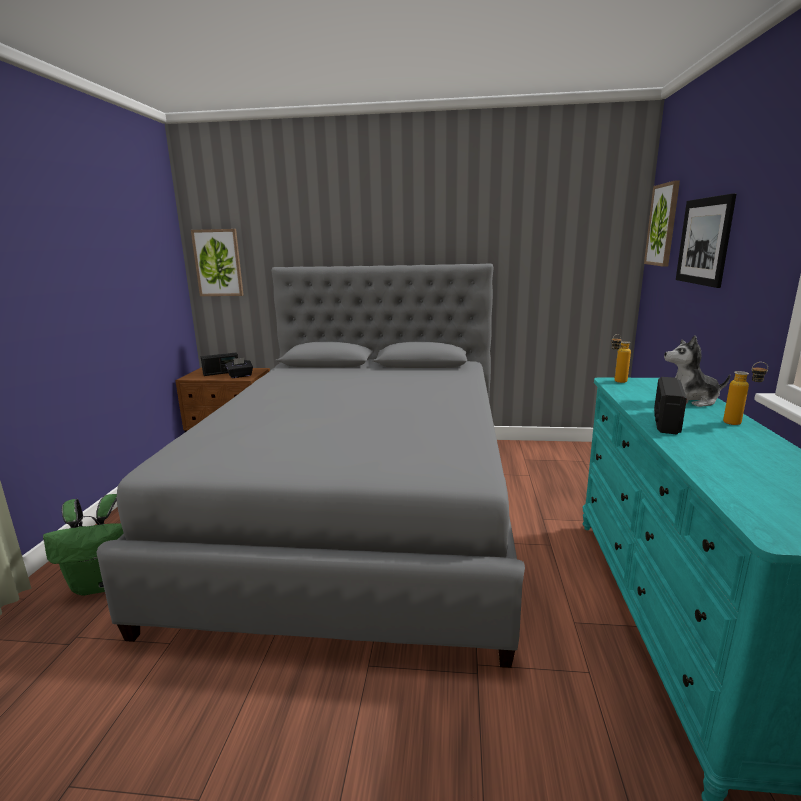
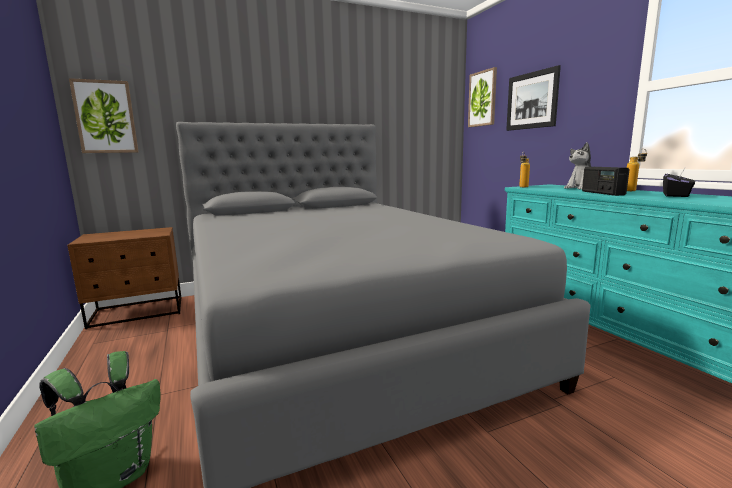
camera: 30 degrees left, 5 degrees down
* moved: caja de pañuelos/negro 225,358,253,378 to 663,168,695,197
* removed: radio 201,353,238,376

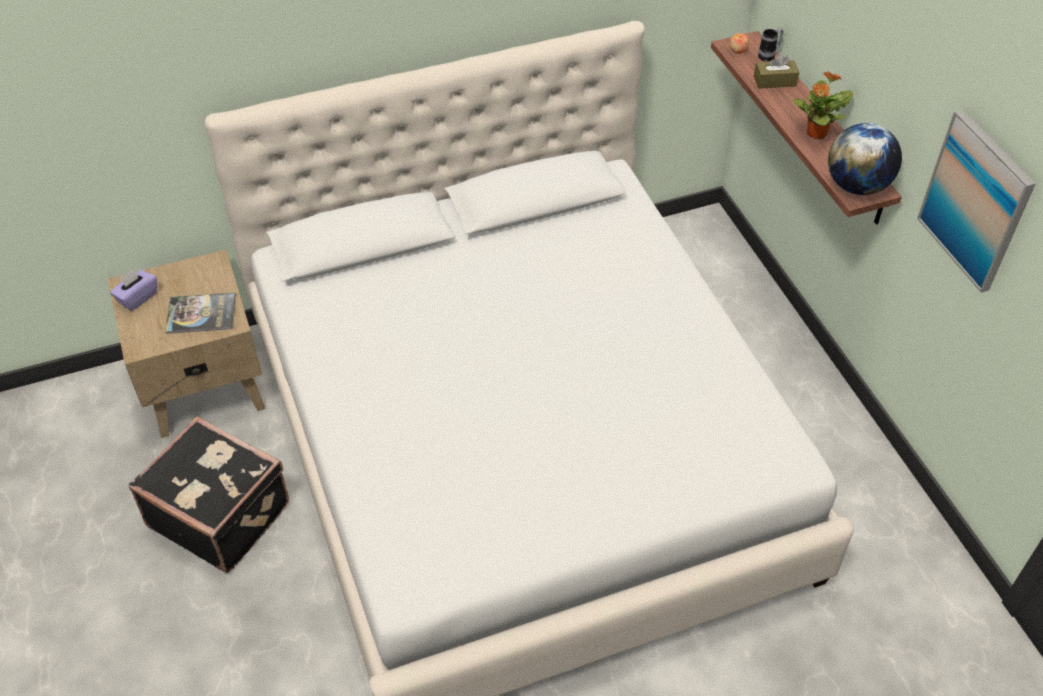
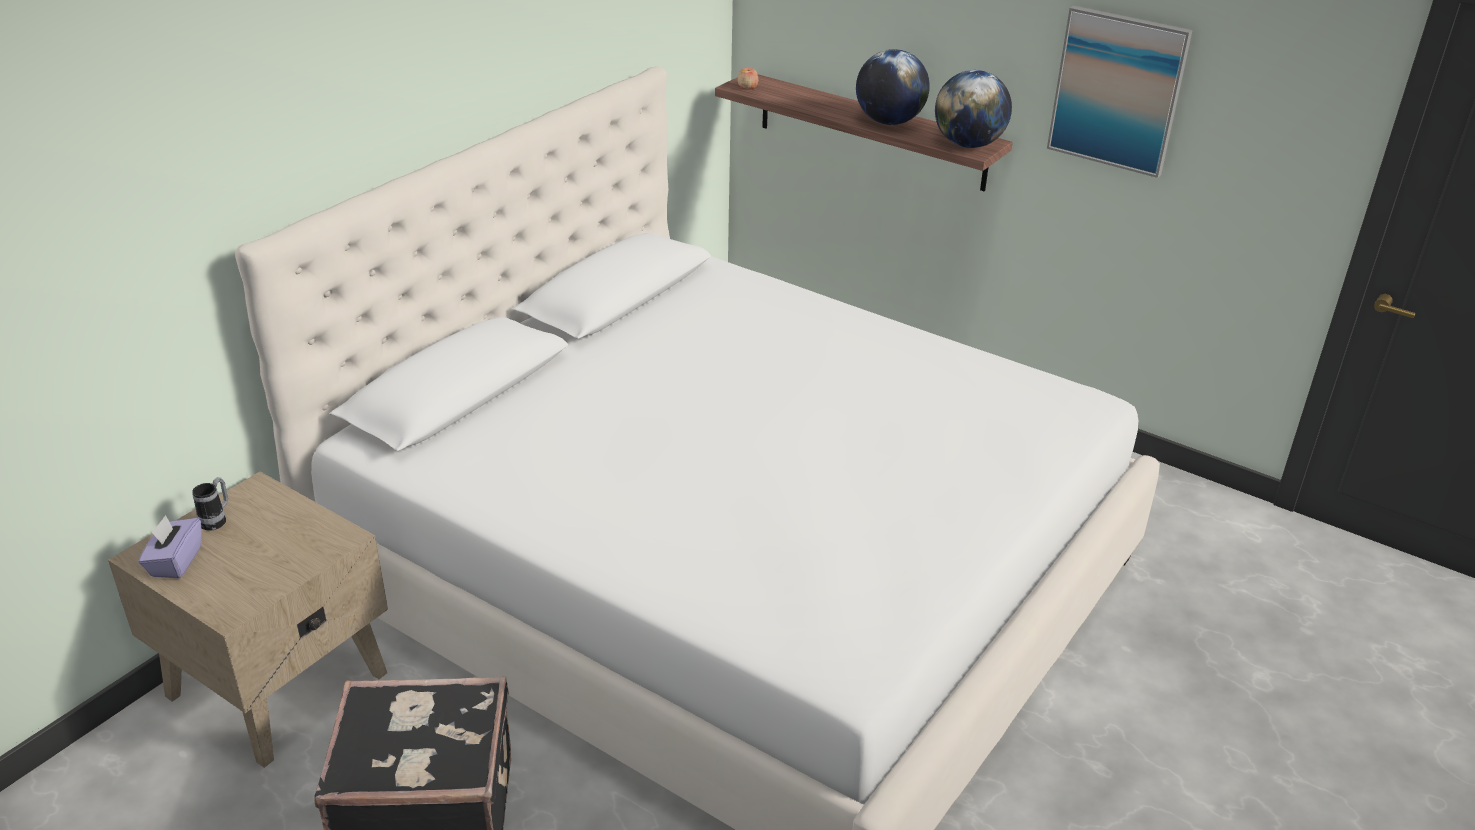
camera: 35 degrees left, 15 degrees down
* moved: taza grande 758,28,784,62 to 192,477,228,531
* replaced: planta en maceta 794,71,853,139 to globo terráqueo 856,49,930,125
* removed: libro 165,293,236,334
* removed: caja de pañuelos/marrón 754,54,799,89

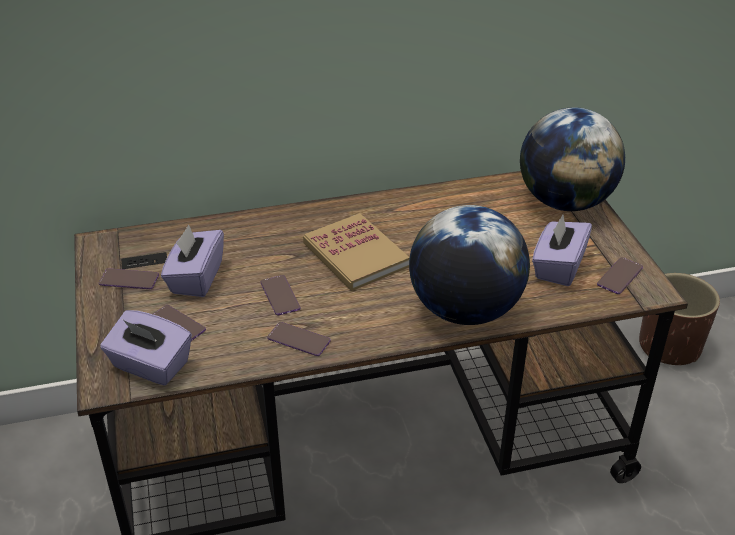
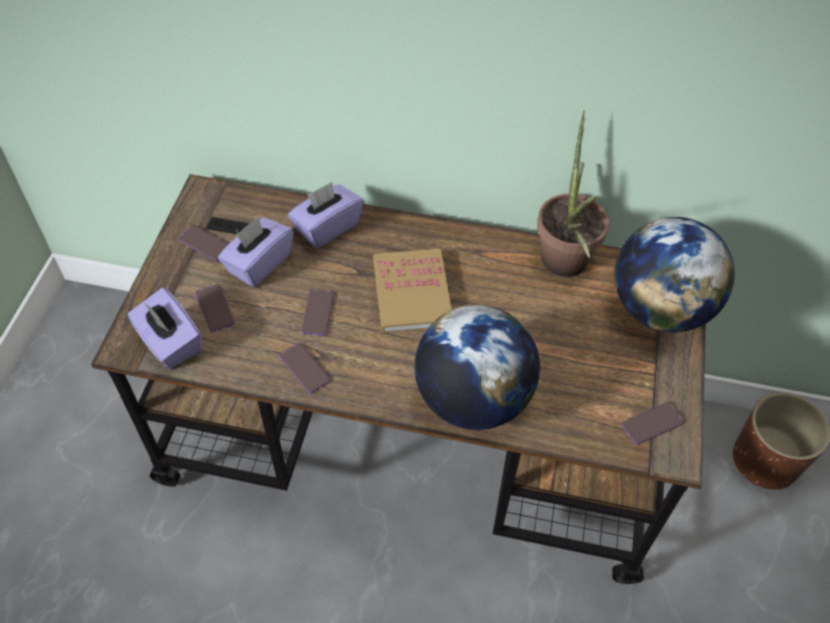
camera: 25 degrees right, 15 degrees up
* moved: caja de pañuelos/morado 532,214,592,286 to 288,182,364,248
* added: planta en maceta 537,110,609,277

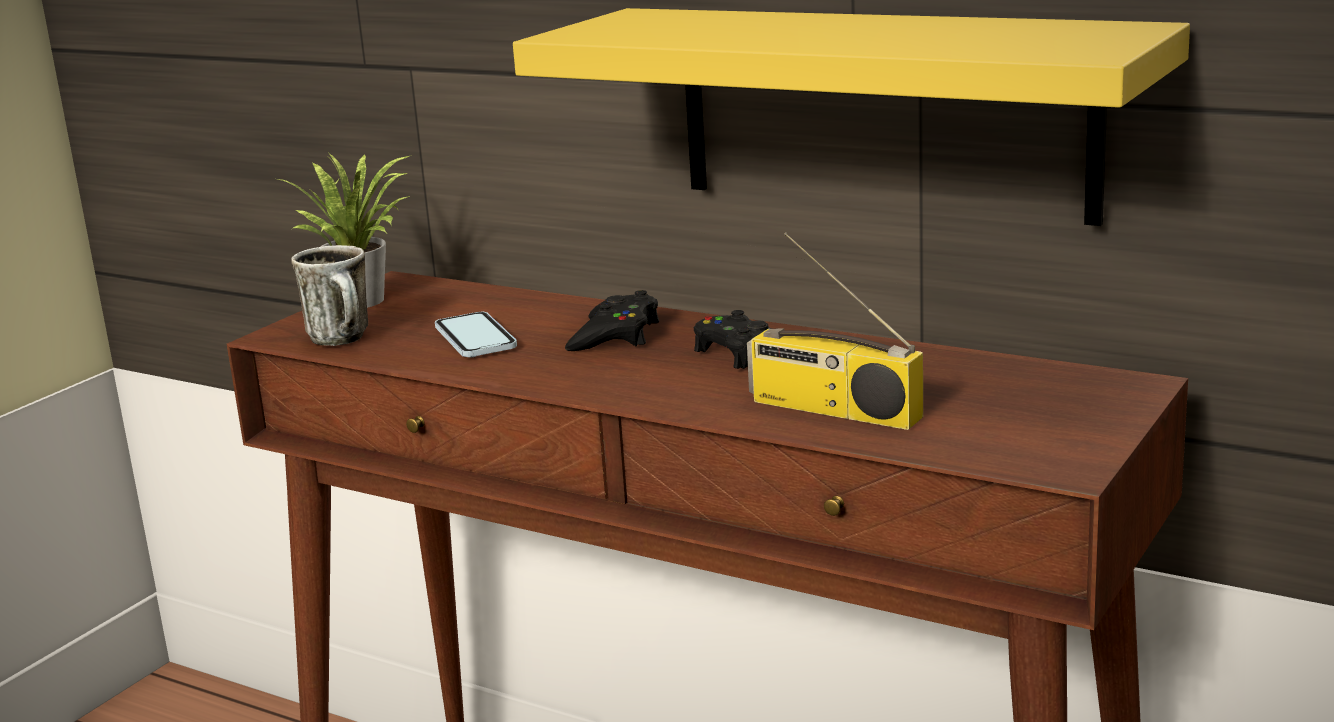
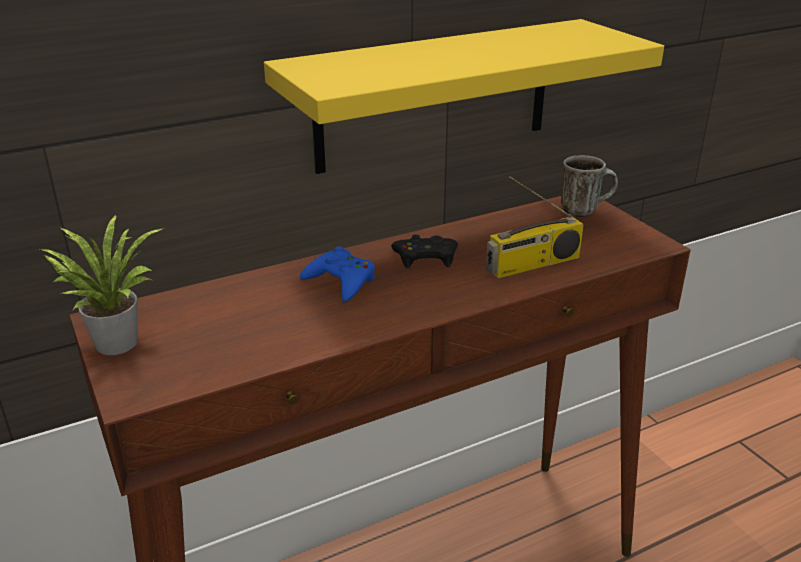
camera: 60 degrees left, 10 degrees up
* recoloured: mando de consola/negro 565,290,659,351 to mando de consola/azul 300,247,375,302
* moved: taza grande 291,245,368,346 to 561,155,618,217
* removed: móvil 435,312,517,358

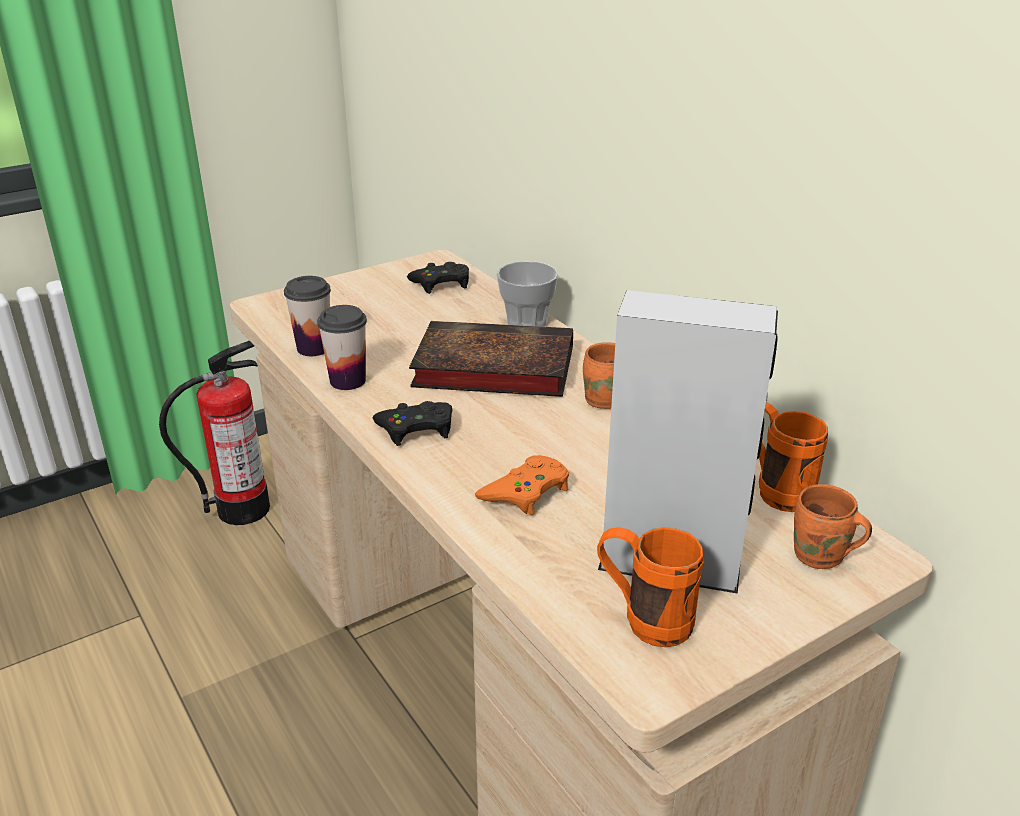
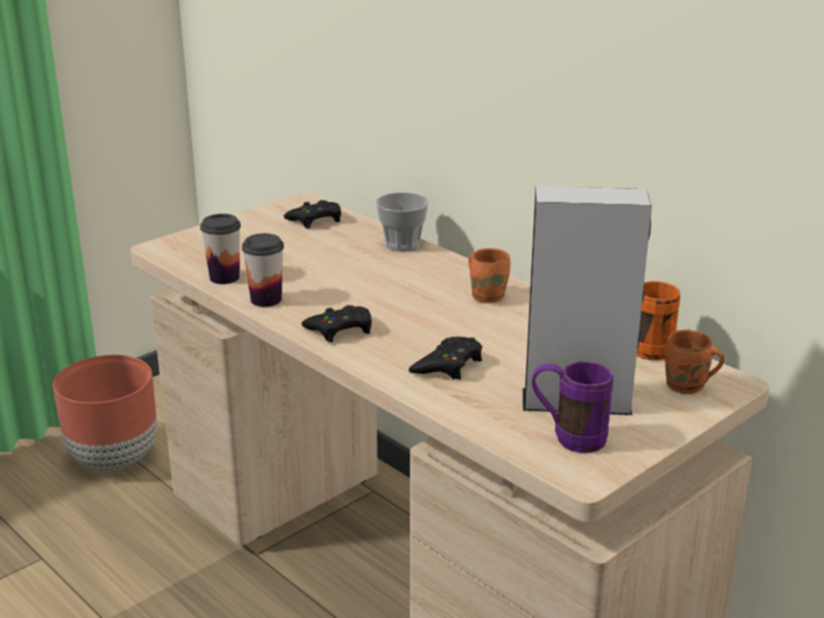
camera: 10 degrees left, 5 degrees down
* replaced: extintor 159,341,270,525 to maceta/marrón 53,355,157,471
* recoloured: mando de consola/naranja 475,455,569,515 to mando de consola/negro 409,337,482,380
* recoloured: taza grande/naranja 597,527,703,647 to taza grande/morado 532,362,613,453
* removed: libro 409,321,573,397

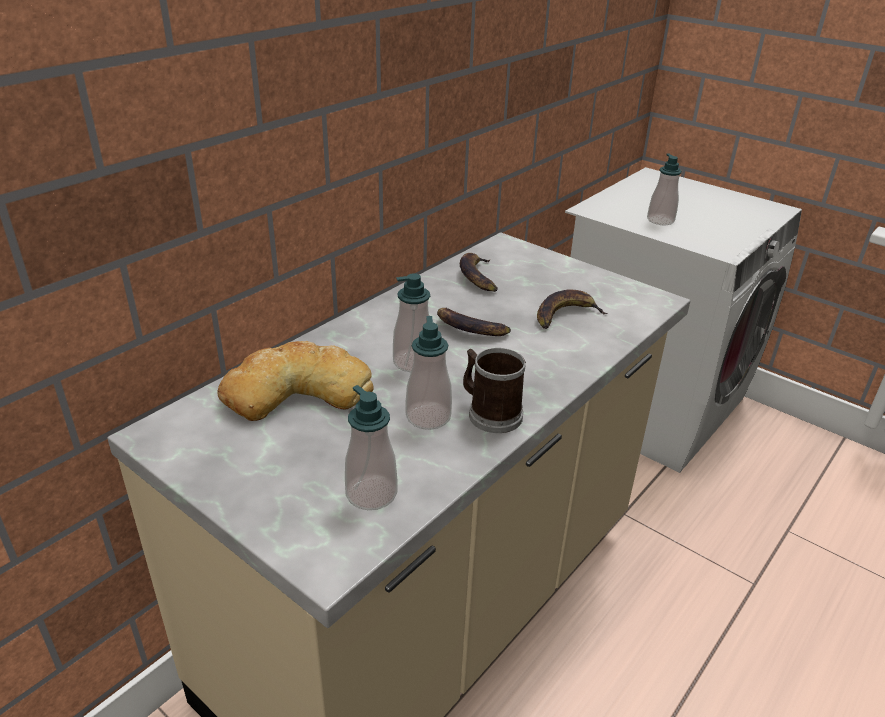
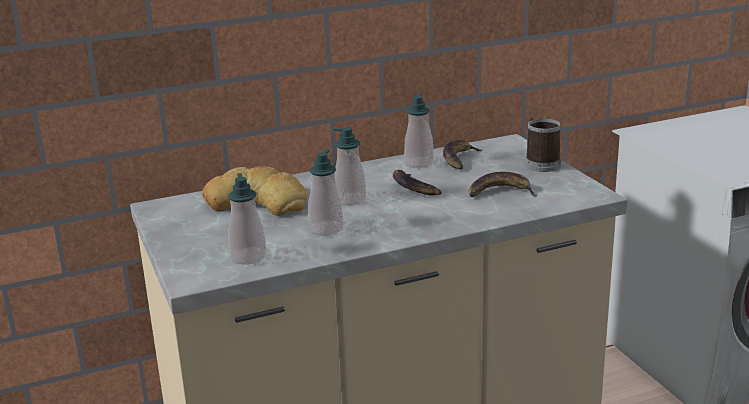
camera: 30 degrees right, 10 degrees down
* moved: dispensador de jabón 647,154,682,225 to 404,93,434,168
* moved: taza grande 463,348,526,433 to 525,118,561,172

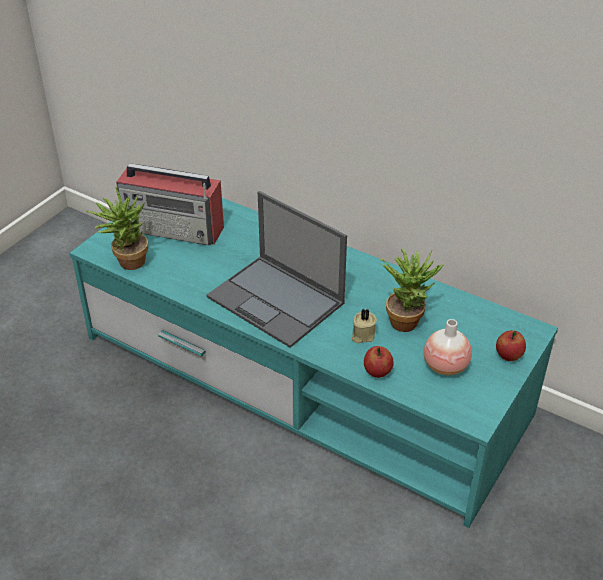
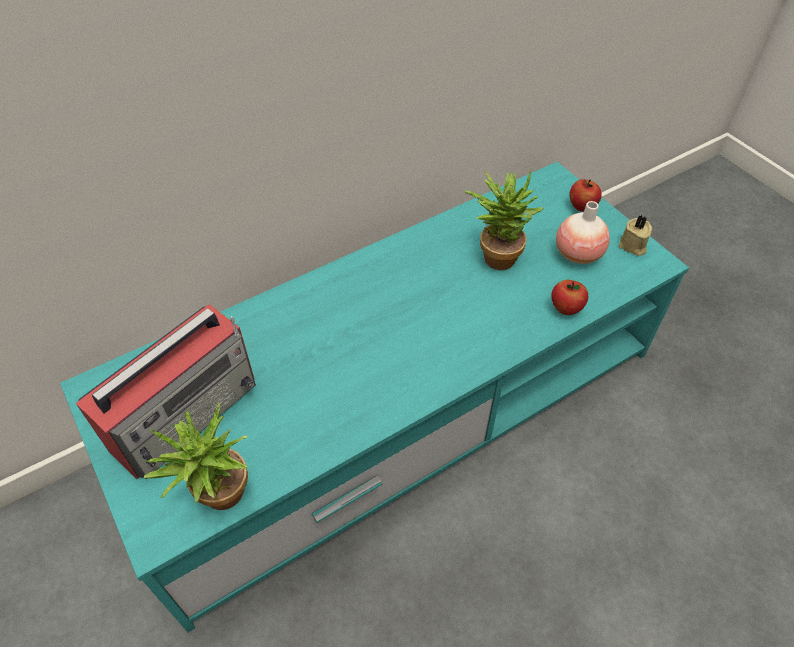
camera: 65 degrees left, 10 degrees up
* moved: vela/beis 352,308,377,344 to 619,215,652,256
* removed: portátil 207,191,347,348

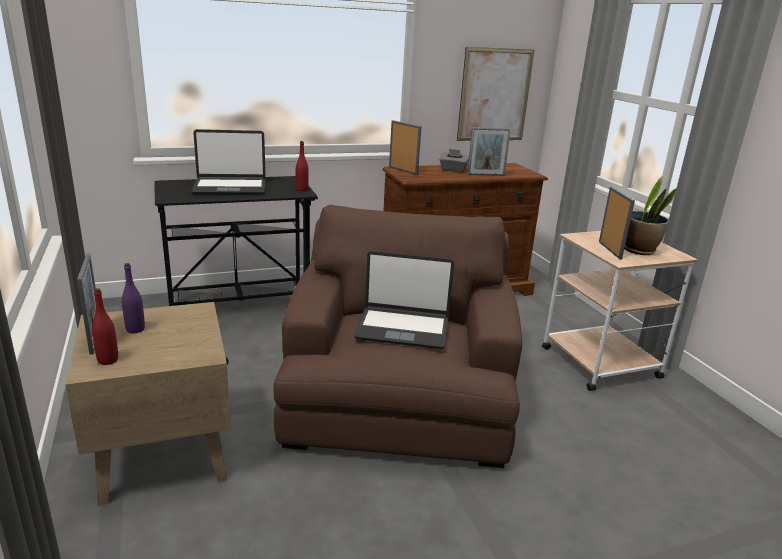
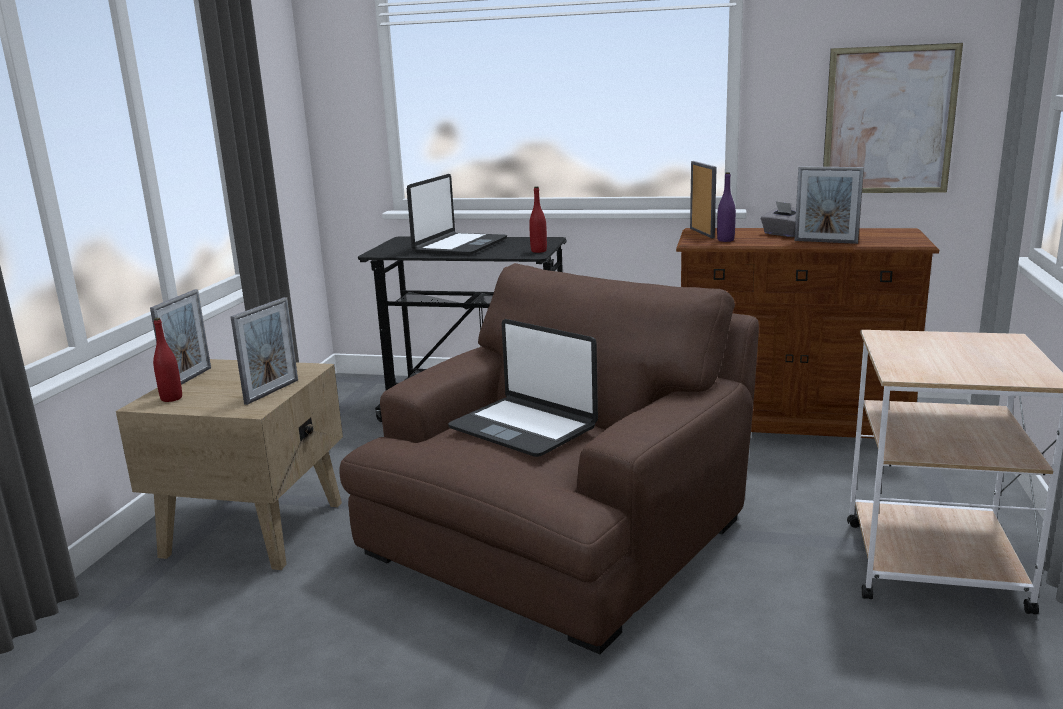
camera: 35 degrees right, 5 degrees down
* moved: portarretratos 599,187,635,259 to 230,297,298,405
* turned: portátil 191,129,266,195 = 407,174,507,255 90 degrees counterclockwise
* moved: botella/morado 122,263,145,333 to 717,172,736,242
* removed: planta en maceta 624,177,677,255

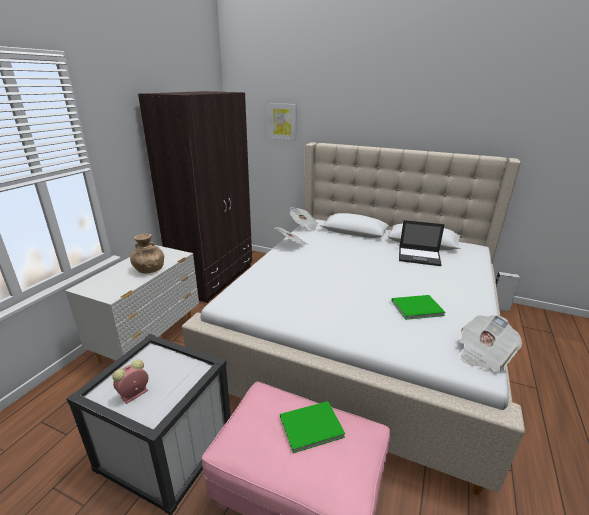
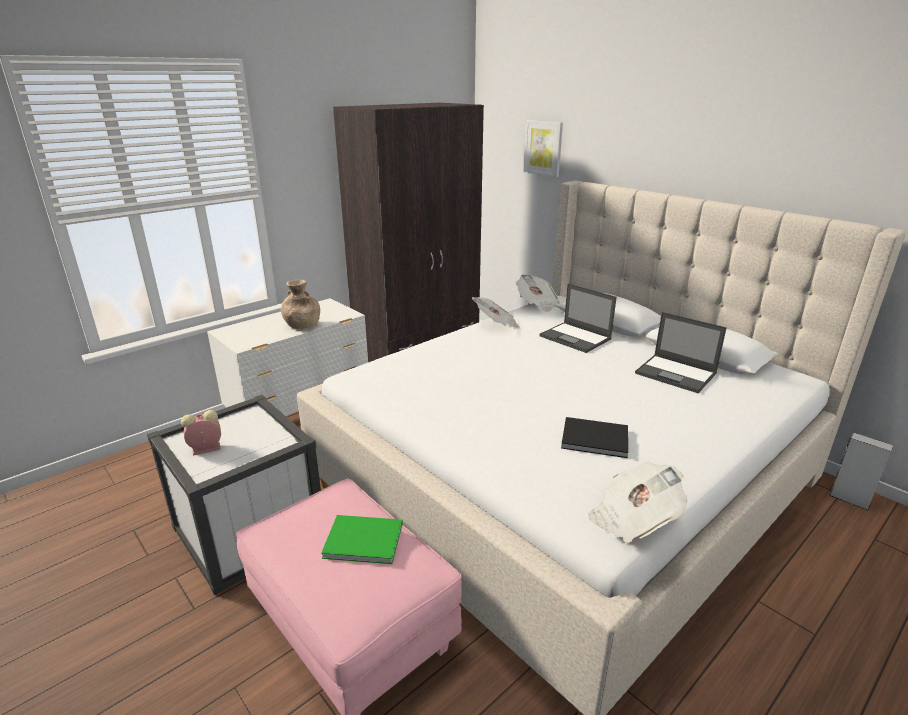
camera: 25 degrees right, 0 degrees up
* added: portátil 539,284,617,353
* recoloured: libro/verde 392,295,446,320 to libro/negro 561,417,628,458

